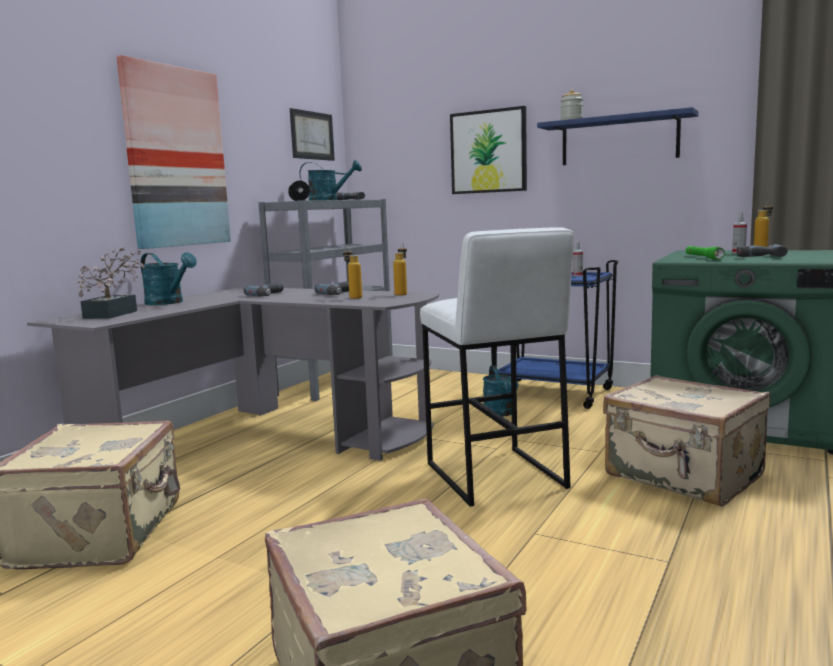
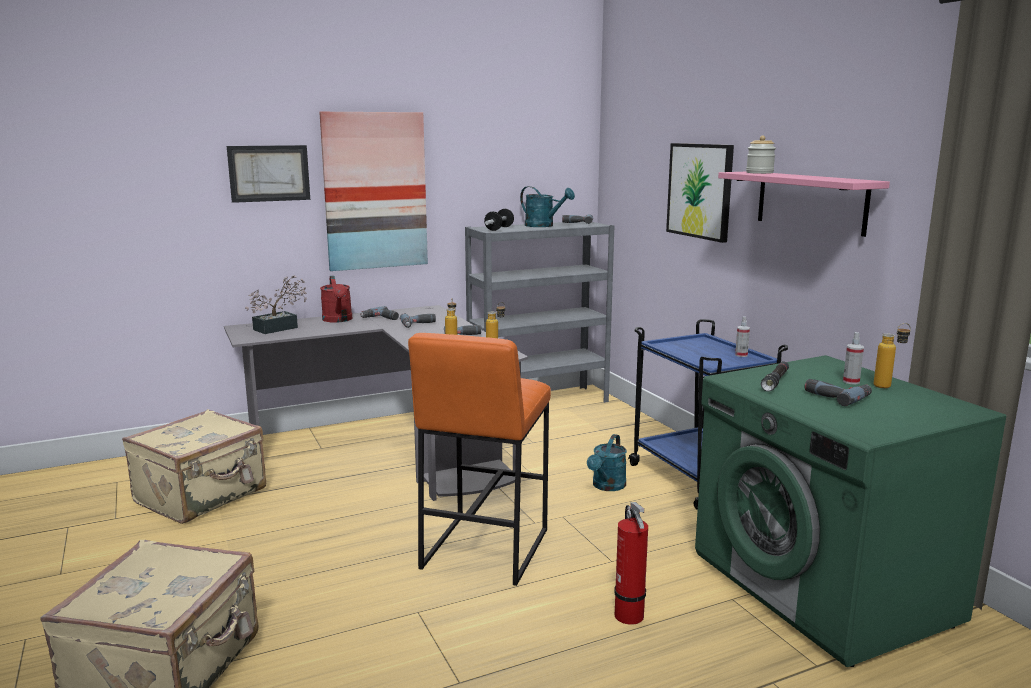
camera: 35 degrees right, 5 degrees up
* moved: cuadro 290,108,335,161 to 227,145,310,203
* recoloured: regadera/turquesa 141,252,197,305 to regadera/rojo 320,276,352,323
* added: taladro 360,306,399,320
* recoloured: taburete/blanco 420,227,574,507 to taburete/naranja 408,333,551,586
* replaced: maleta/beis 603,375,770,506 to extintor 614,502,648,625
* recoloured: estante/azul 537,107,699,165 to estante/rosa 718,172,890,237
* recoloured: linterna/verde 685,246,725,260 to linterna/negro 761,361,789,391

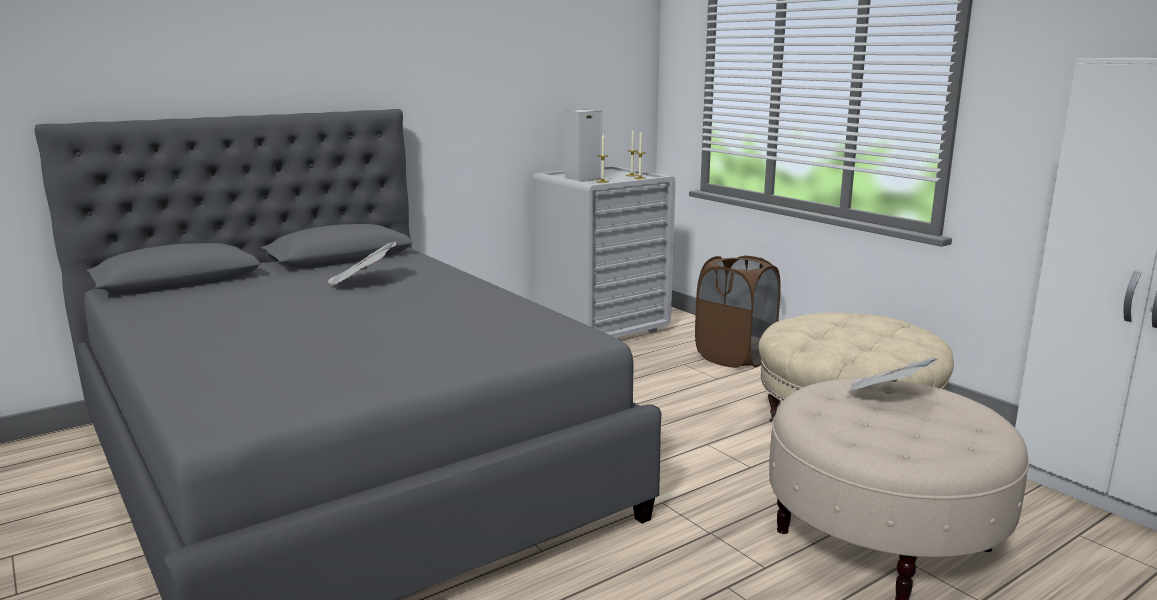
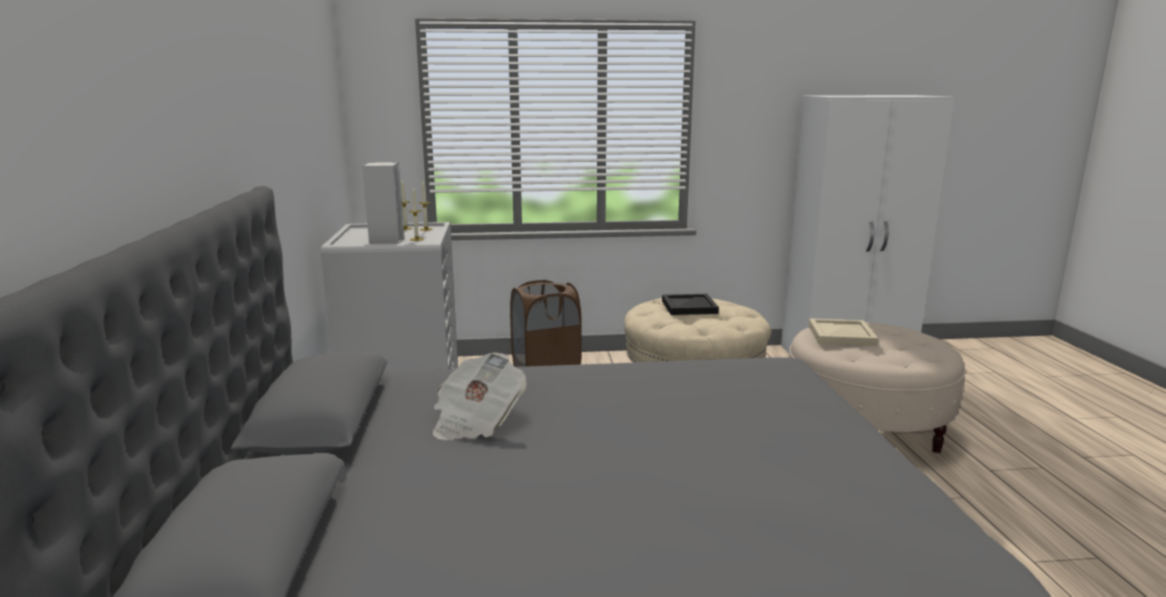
camera: 60 degrees left, 0 degrees up
* added: bandeja/negro 662,294,719,315
* replaced: periódico 846,357,939,392 to bandeja/beis 808,318,878,346

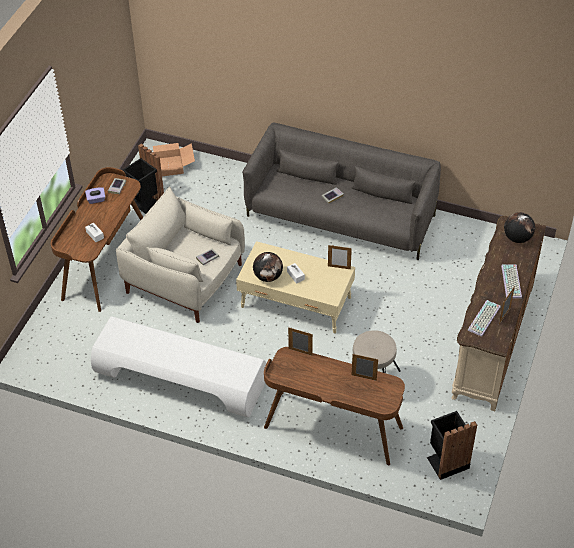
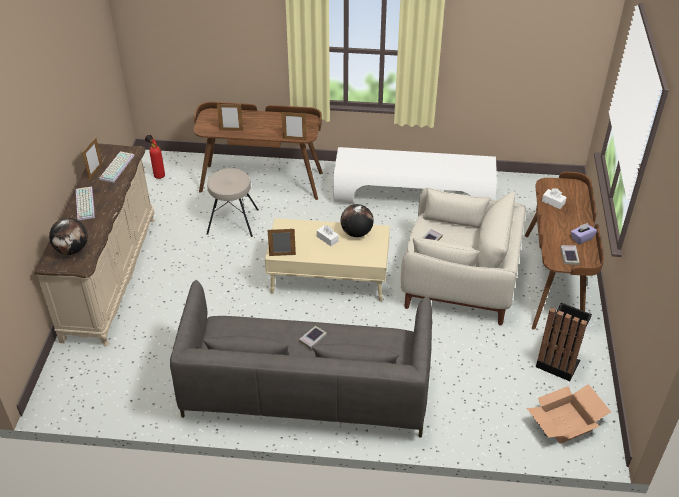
camera: 165 degrees right, 5 degrees down
* replaced: papelera/negro 427,411,477,480 to extintor 145,135,165,179

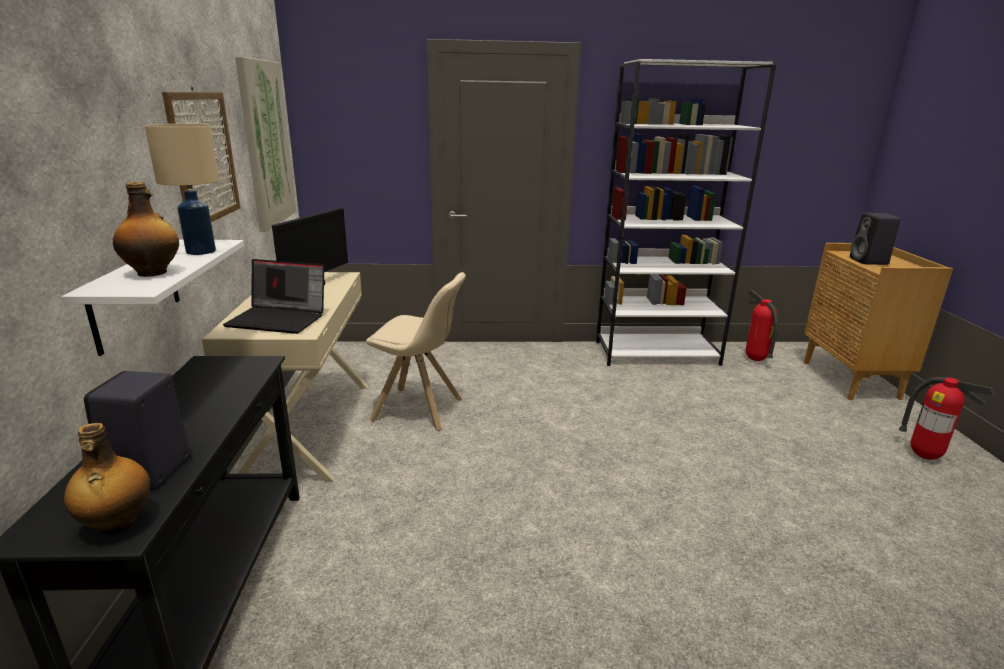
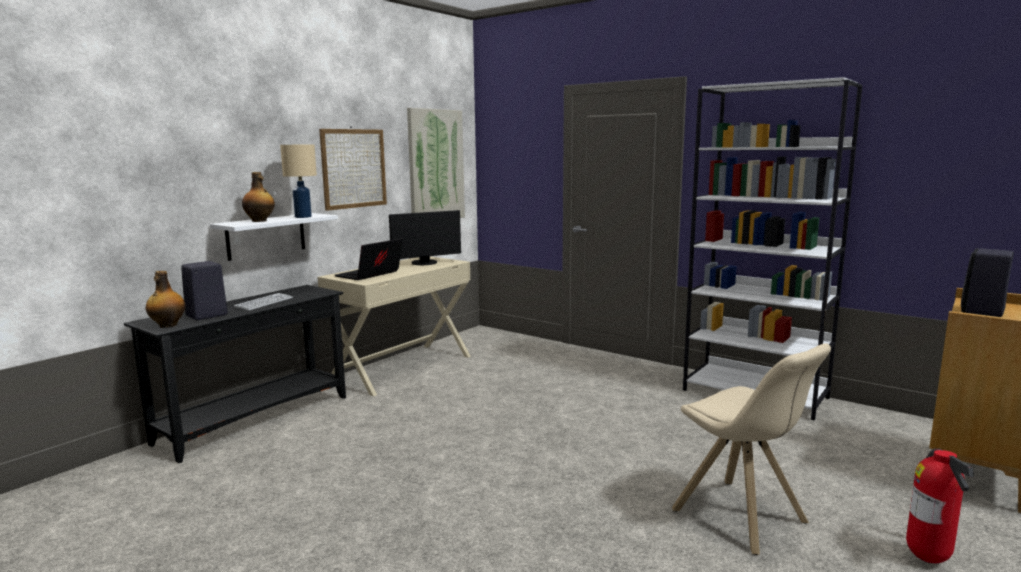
camera: 40 degrees right, 10 degrees down
* added: teclado 234,293,293,311
* turned: portátil 223,259,324,334 = 335,238,403,280 75 degrees clockwise
* moved: silla/beis 366,272,466,431 to 672,343,831,555
* removed: extintor 746,290,778,361

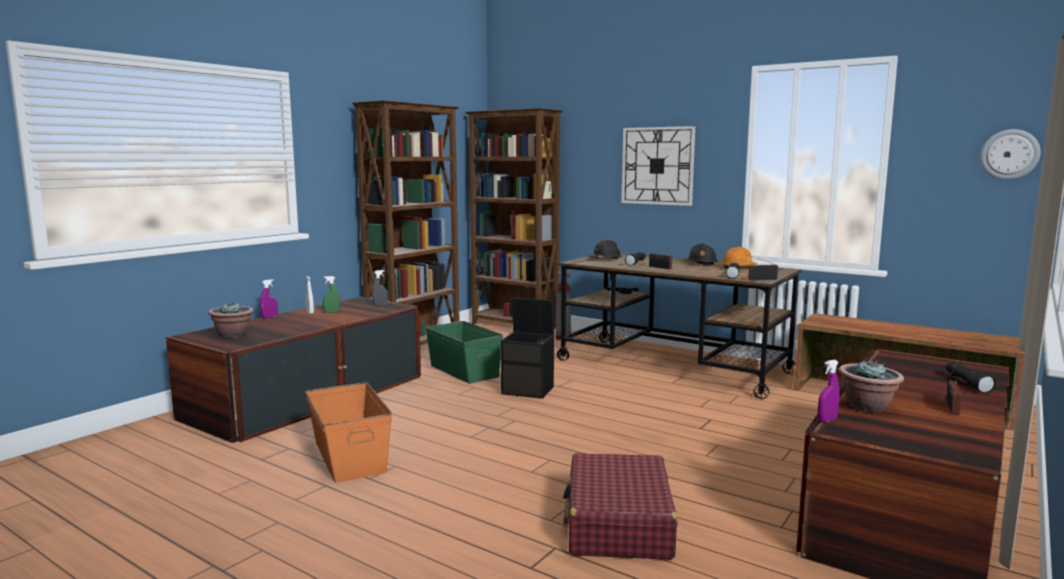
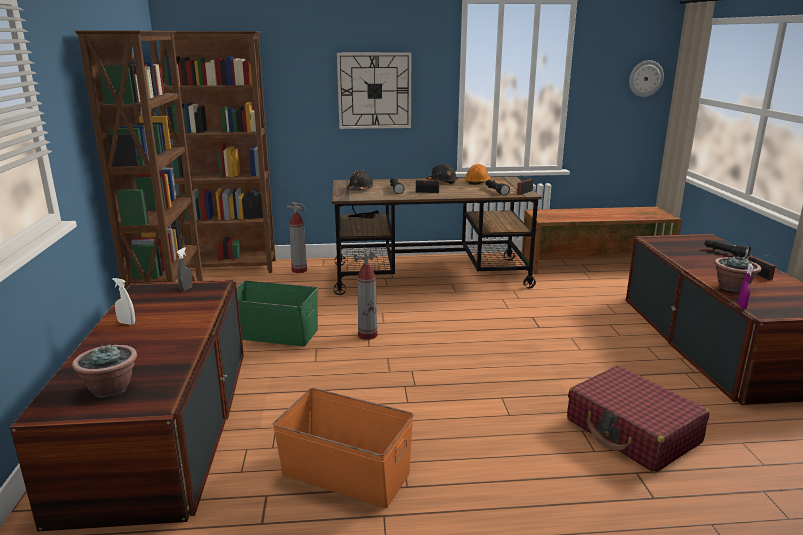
camera: 40 degrees left, 10 degrees up
* replaced: caja de almacenaje/negro 501,298,554,399 to extintor 354,251,377,340
* removed: pulverizador/morado 260,279,278,318
* removed: pulverizador/verde 323,276,340,313

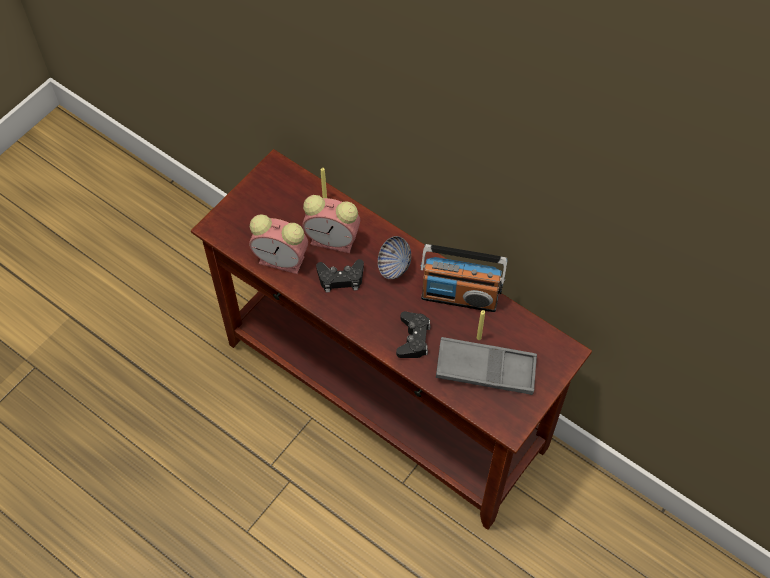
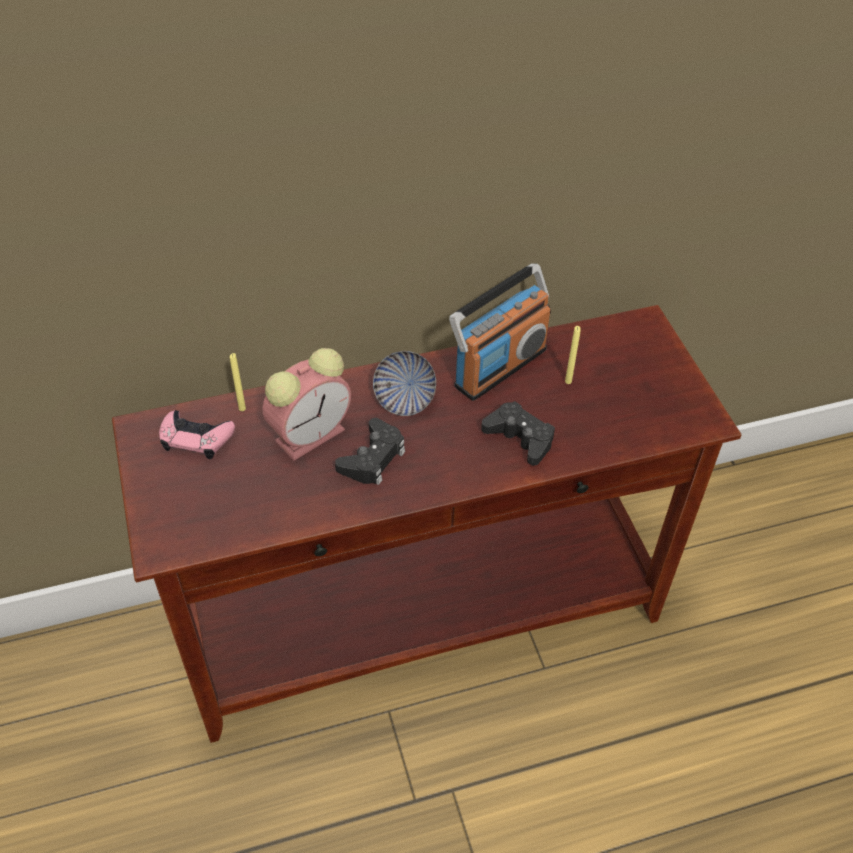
camera: 55 degrees left, 10 degrees down
* added: mando de consola/rosa 159,410,235,459
* removed: despertador 249,214,308,274
* removed: bandeja/gris 436,337,537,395

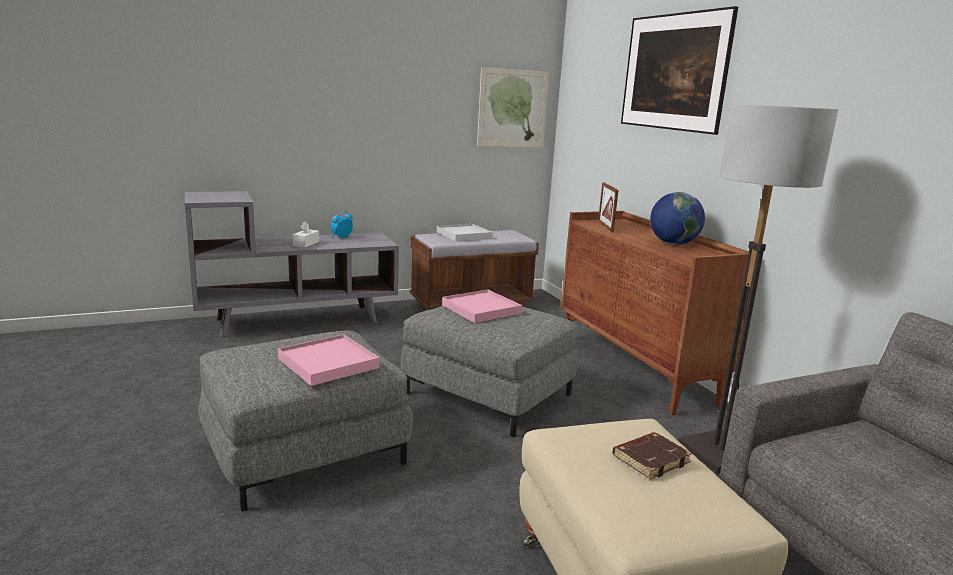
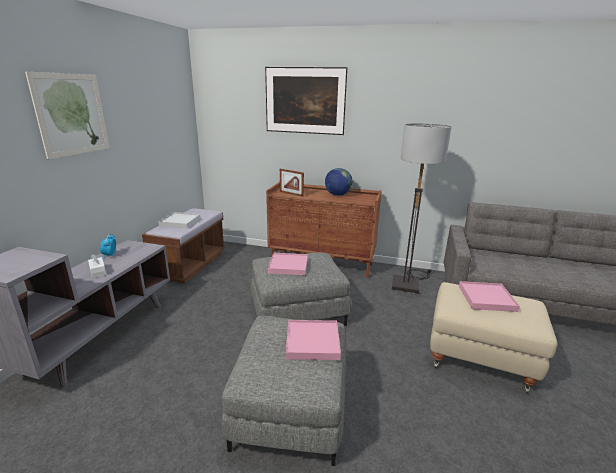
camera: 50 degrees left, 5 degrees up
* moved: cuadro 477,67,549,147 to 25,72,109,160
* replaced: libro/marrón 613,432,692,480 to bandeja/rosa 459,281,520,312

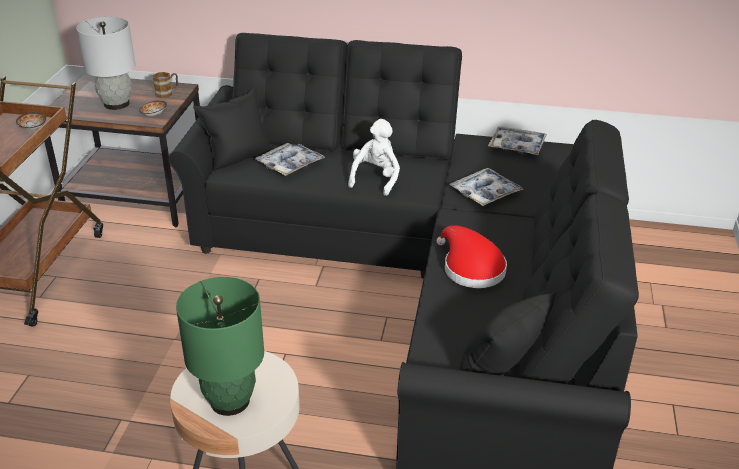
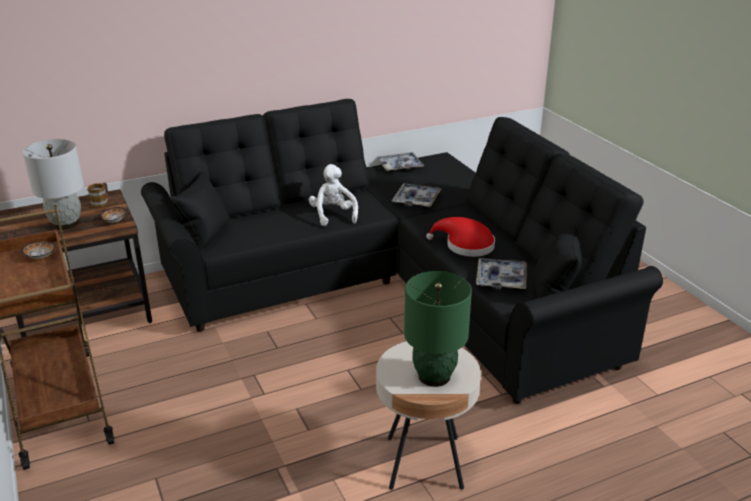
camera: 35 degrees left, 5 degrees down
* moved: bandeja 255,143,325,176 to 476,258,527,289

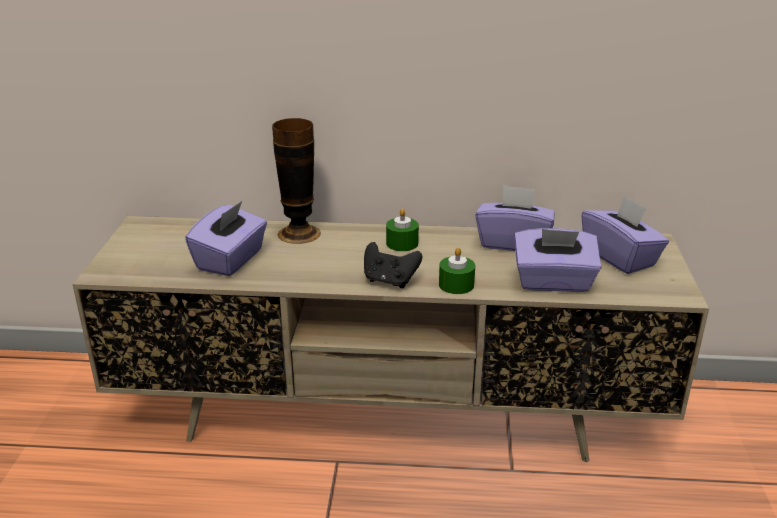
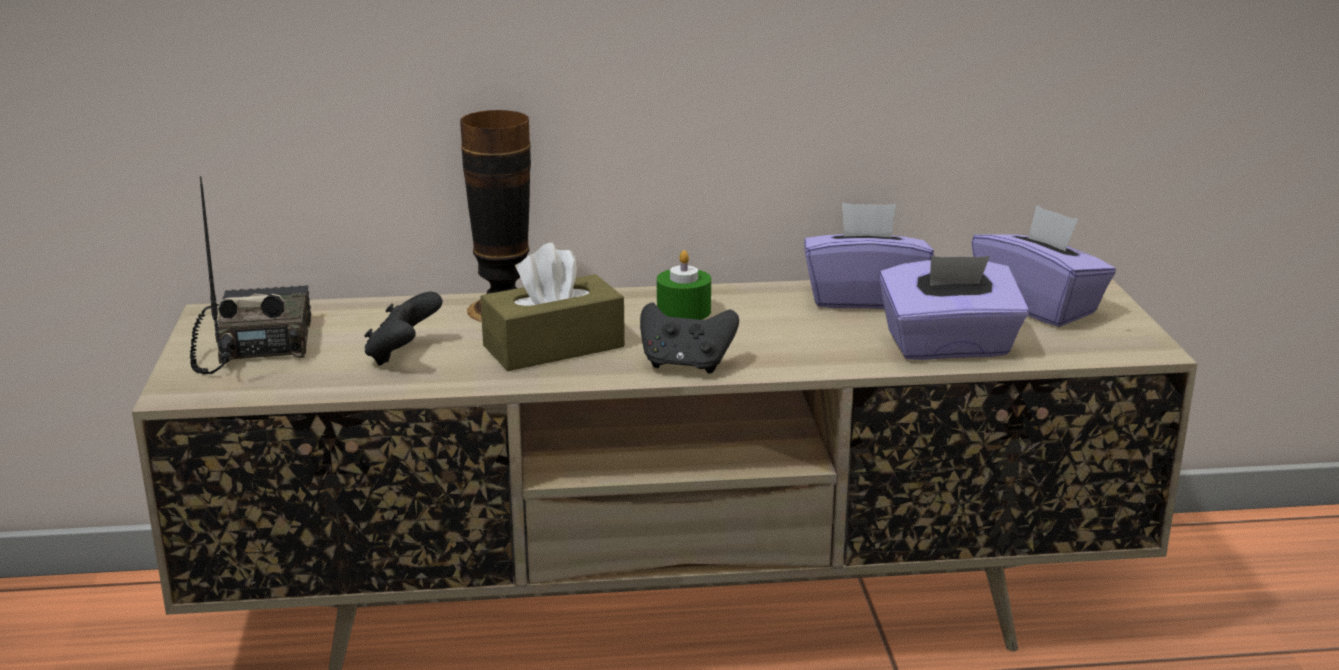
camera: 10 degrees left, 5 degrees down
* added: radio 190,176,311,374
* replaced: caja de pañuelos/morado 185,201,267,276 to mando de consola/negro 364,292,442,366
* added: caja de pañuelos/marrón 480,243,625,371
* removed: vela/verde 439,247,475,294

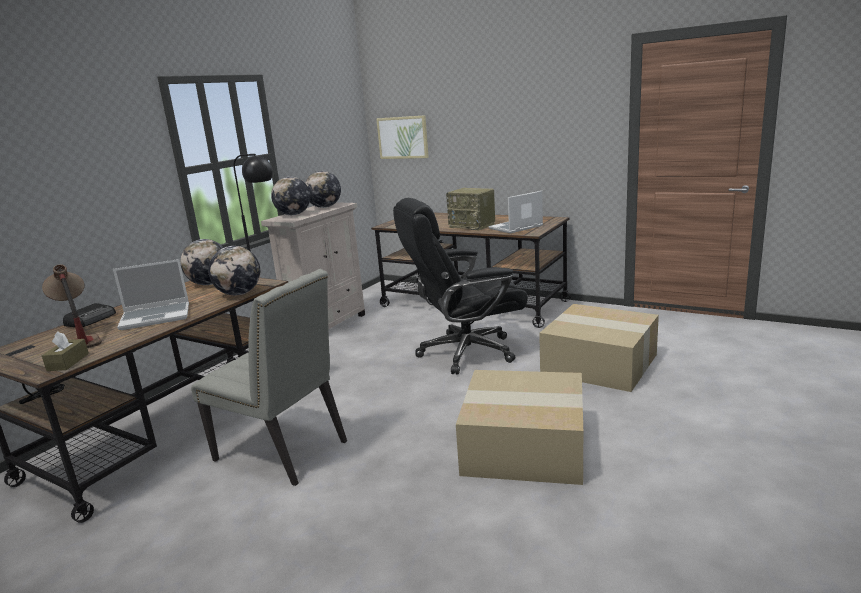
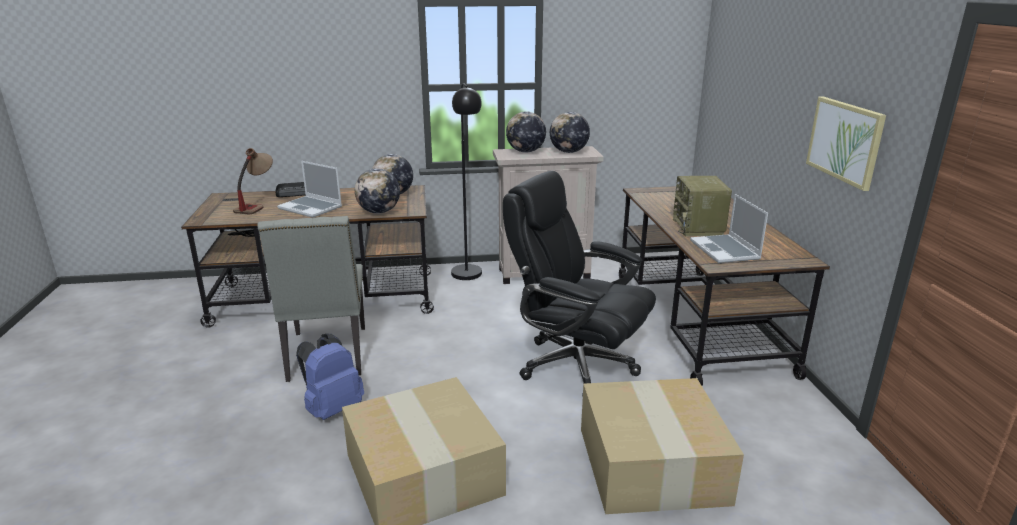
camera: 50 degrees right, 5 degrees up
* added: mochila/azul 296,334,364,420
* turned: portátil 489,191,543,233 = 690,194,768,263 120 degrees counterclockwise
* moved: cuadro 376,115,429,159 to 806,96,886,191
* removed: caja de pañuelos/marrón 42,332,89,371

